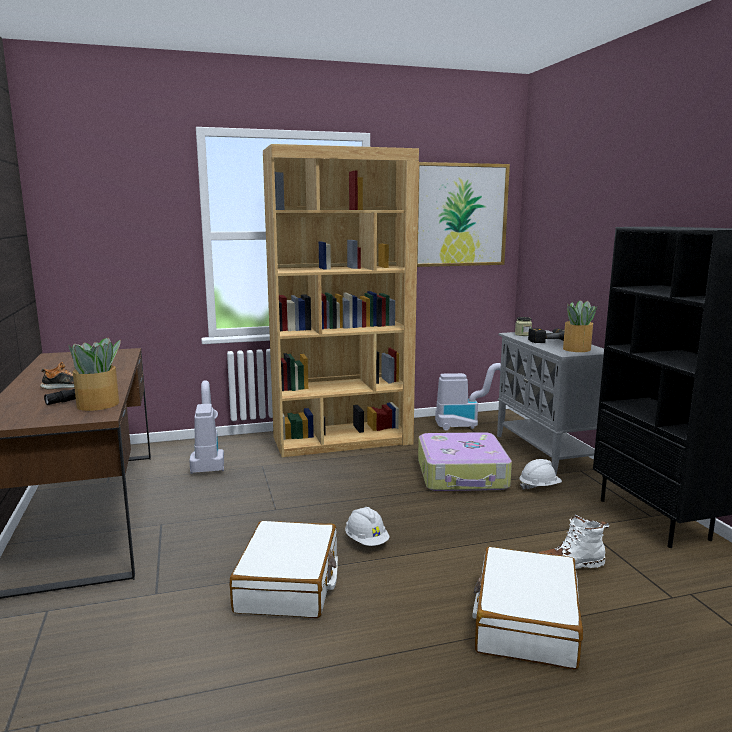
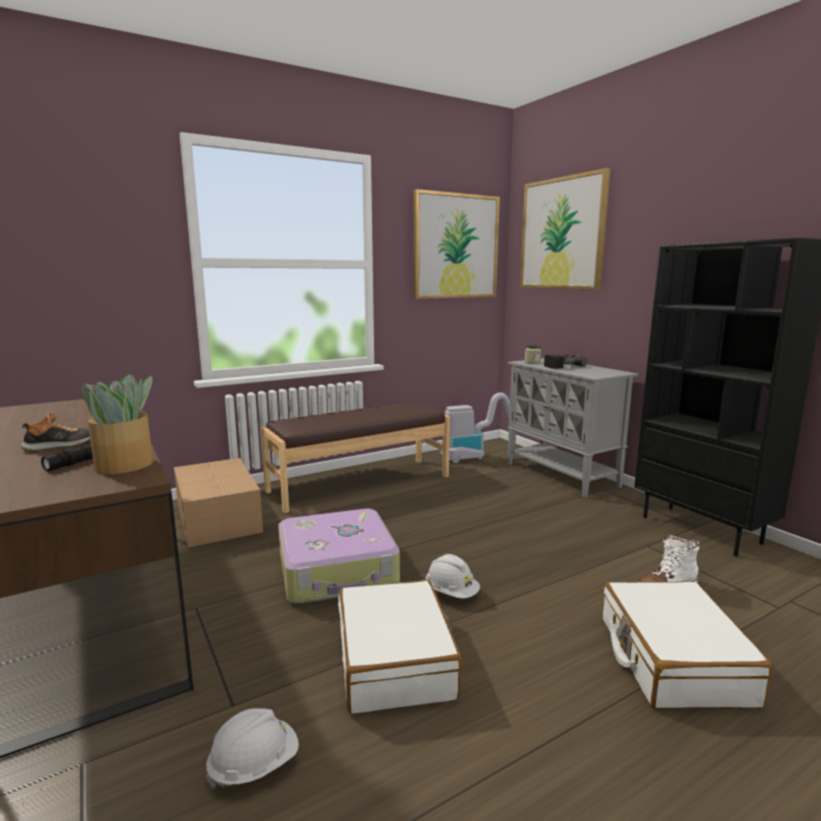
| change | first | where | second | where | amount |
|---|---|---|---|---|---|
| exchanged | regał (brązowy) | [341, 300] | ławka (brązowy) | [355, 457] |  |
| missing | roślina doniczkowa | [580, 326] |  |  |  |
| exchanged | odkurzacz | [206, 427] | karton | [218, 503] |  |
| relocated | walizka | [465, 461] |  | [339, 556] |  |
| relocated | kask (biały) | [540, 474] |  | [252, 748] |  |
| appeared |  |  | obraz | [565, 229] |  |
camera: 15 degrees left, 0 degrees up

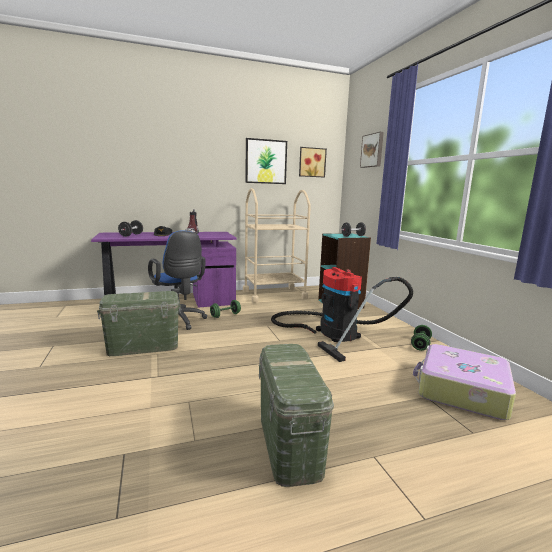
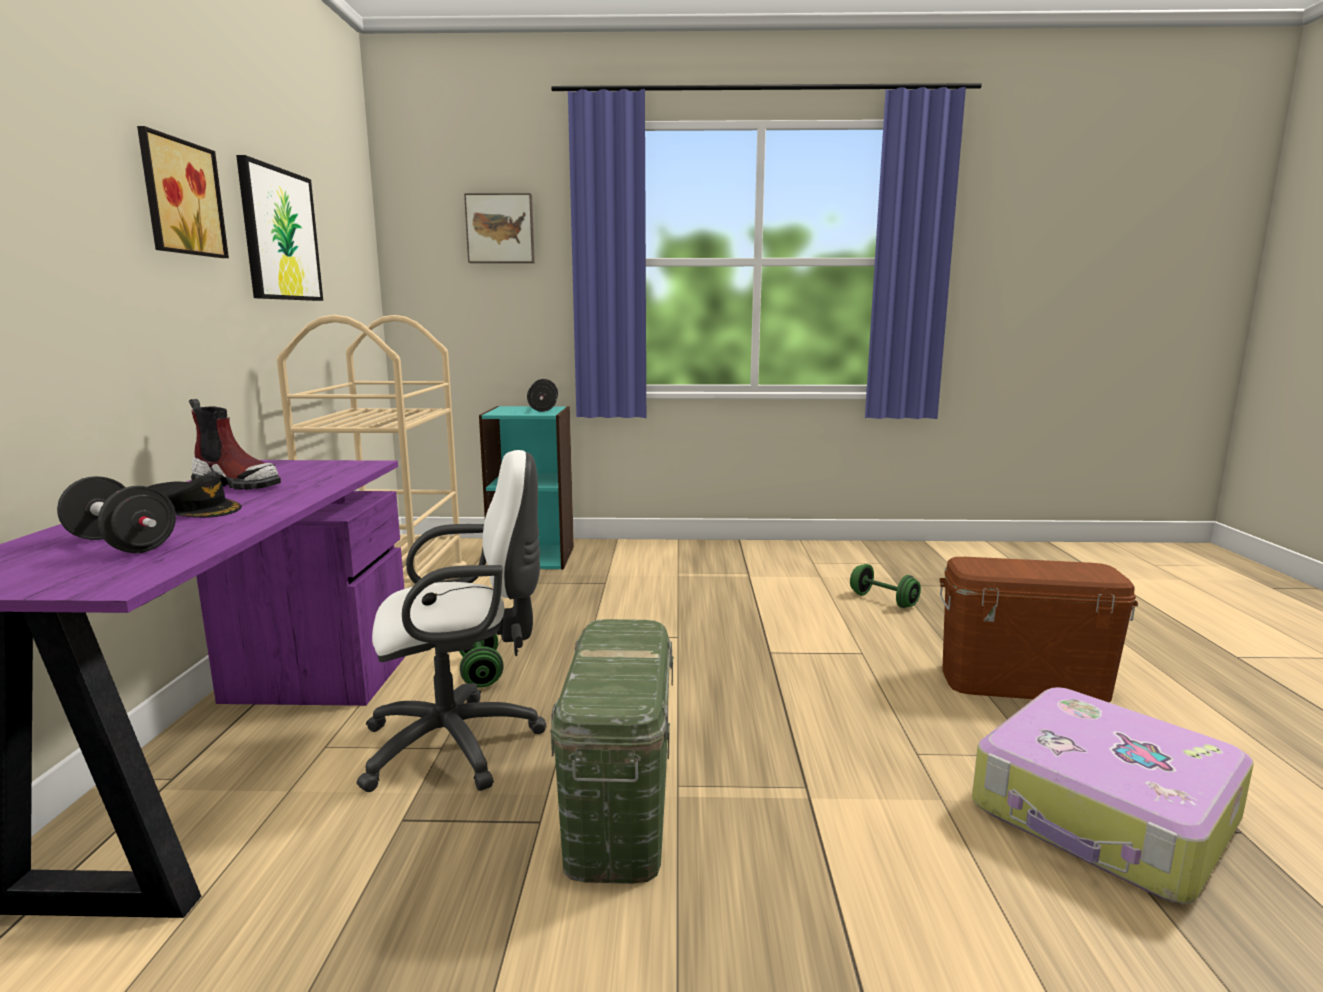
| change | first | where | second | where | amount |
|---|---|---|---|---|---|
| relocated | obraz | [313, 162] |  | [183, 192] |  |
| colour | krzesło biurowe (niebieski) | [177, 280] | krzesło biurowe (biały) | [452, 621] |  |
| missing | odkurzacz | [342, 314] |  |  |  |
| relocated | hantel (zielony) | [421, 338] |  | [885, 586] |  |
| colour | pojemnik do przechowywania (zielony) | [296, 415] | pojemnik do przechowywania (brązowy) | [1039, 629] |  |
| relocated | walizka | [464, 382] |  | [1113, 795] |  |
camera: 70 degrees left, 0 degrees up

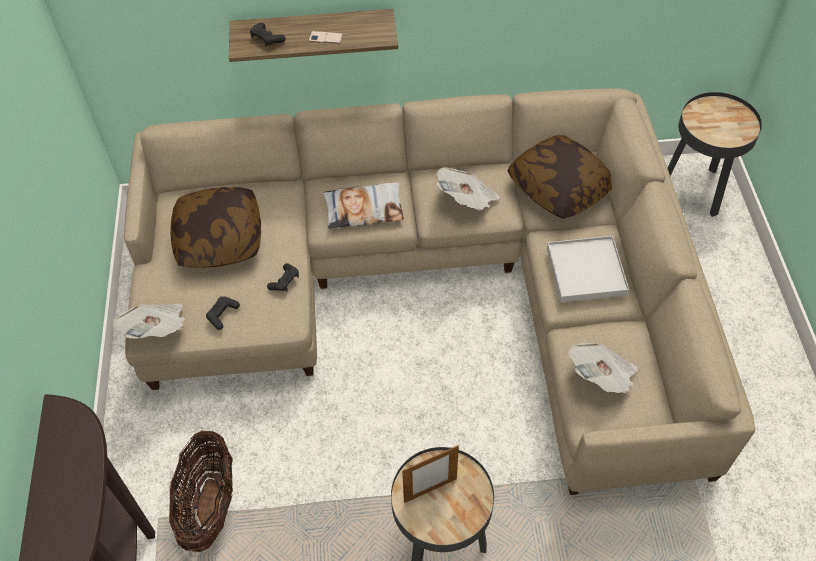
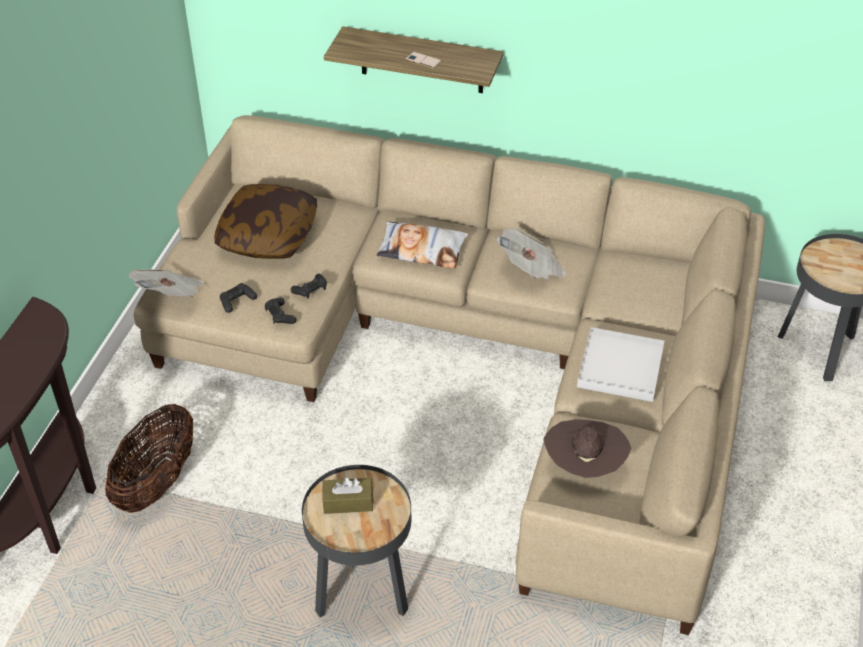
| change | first | where | second | where | amount |
|---|---|---|---|---|---|
| relocated | pad do gier (czarny) | [267, 34] |  | [281, 310] |  |
| missing | poduszka | [559, 177] |  |  |  |
| exchanged | gazeta | [603, 368] | kapelusz (brązowy) | [587, 448] |  |
| exchanged | ramka na zdjęcie | [430, 474] | pudełko chusteczek (brązowy) | [347, 496] |  |
camera: 20 degrees right, 10 degrees down

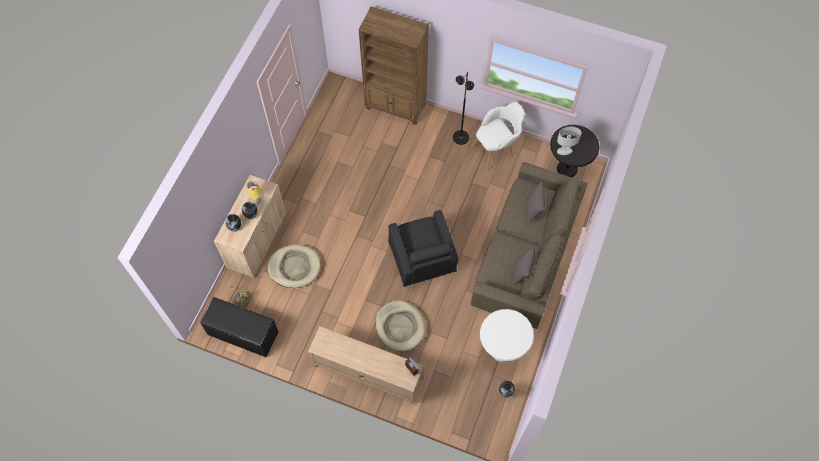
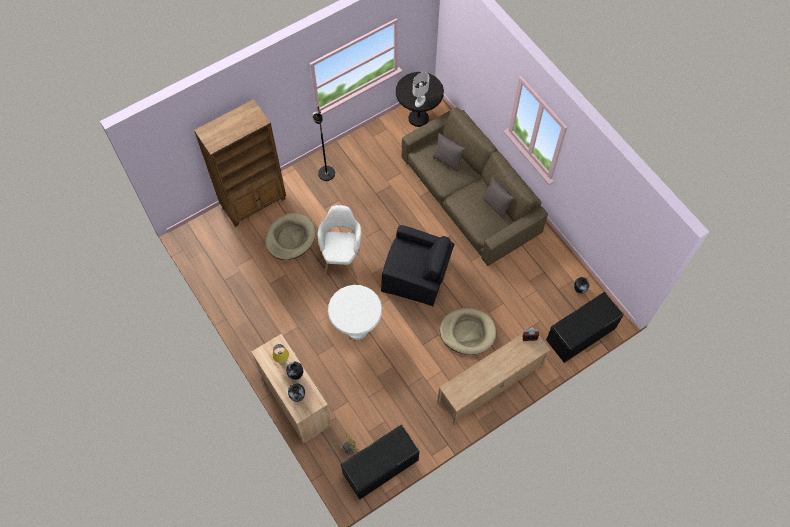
| change | first | where | second | where | amount |
|---|---|---|---|---|---|
| relocated | fotel (biały) | [498, 136] |  | [340, 242] |  |
| relocated | legowisko (beżowy) | [294, 266] |  | [290, 236] |  |
| relocated | stolik (biały) | [507, 335] |  | [355, 312] |  |
| appeared |  |  | ławka (czarny) | [585, 327] |  |
camera: 55 degrees left, 0 degrees up

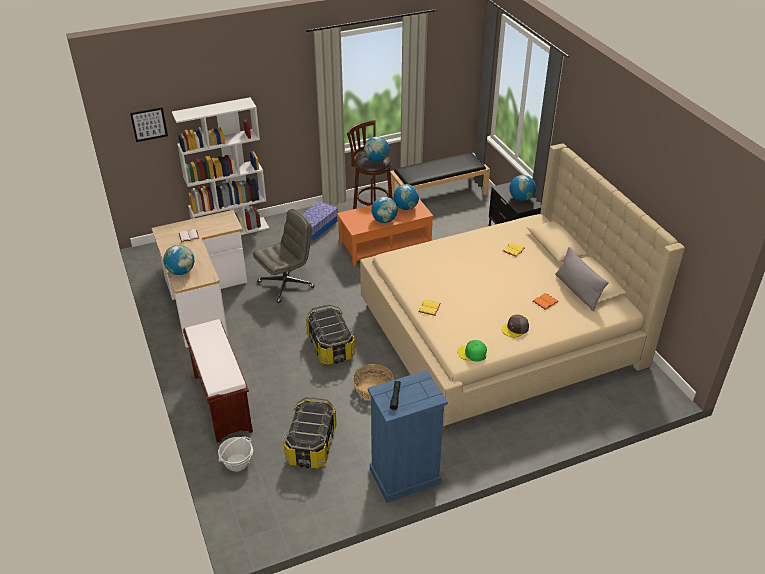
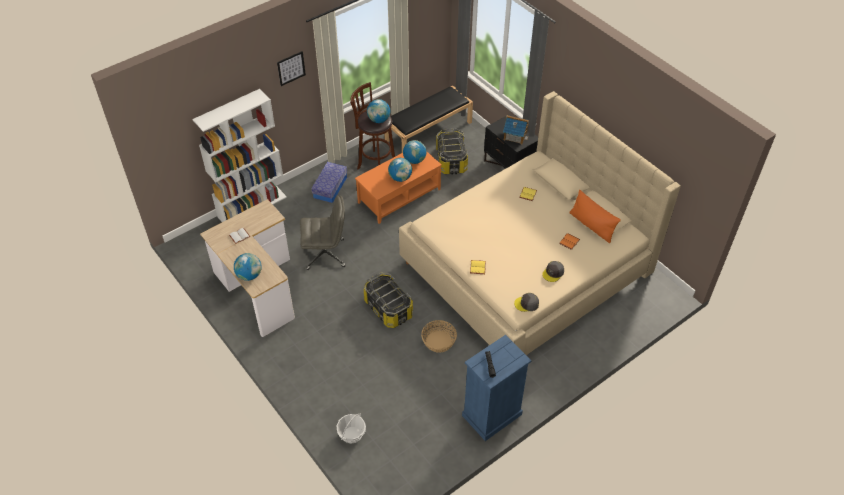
| change | first | where | second | where | amount |
|---|---|---|---|---|---|
| relocated | obraz | [149, 124] |  | [291, 68] |  |
| exchanged | globus | [522, 188] | domek | [516, 129] |  |
| spun | krzesło biurowe (szary) | [284, 256] |  | [323, 233] | 45 degrees clockwise |
| colour | poduszka (szary) | [582, 279] | poduszka (pomarańczowy) | [595, 216] |  |
| missing | ławka (brązowy) | [218, 381] |  |  |  |
| colour | czapka z daszkiem (zielony) | [472, 351] | czapka z daszkiem (szary) | [526, 302] |  |
| relocated | pojemnik do przechowywania | [310, 433] |  | [452, 152] |  |
camera: 15 degrees left, 10 degrees up

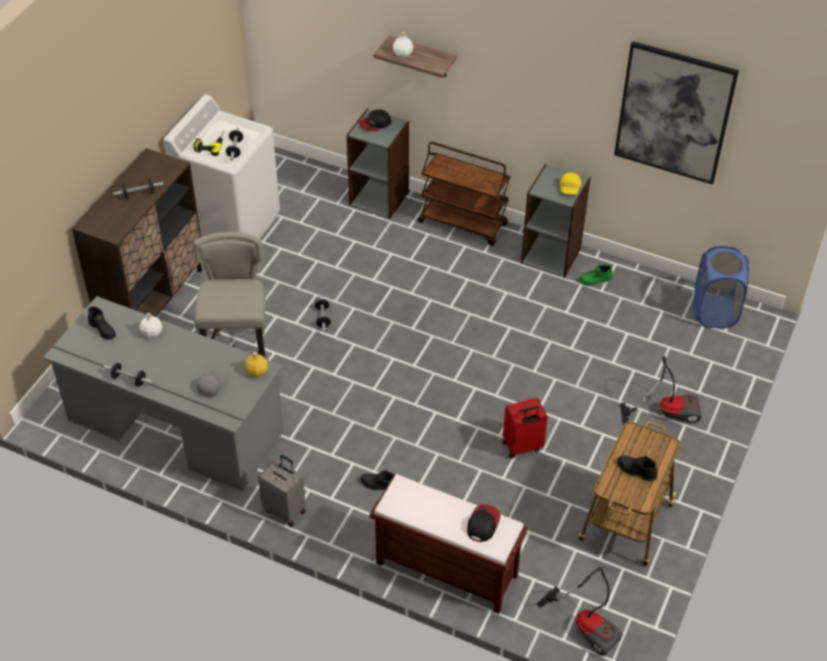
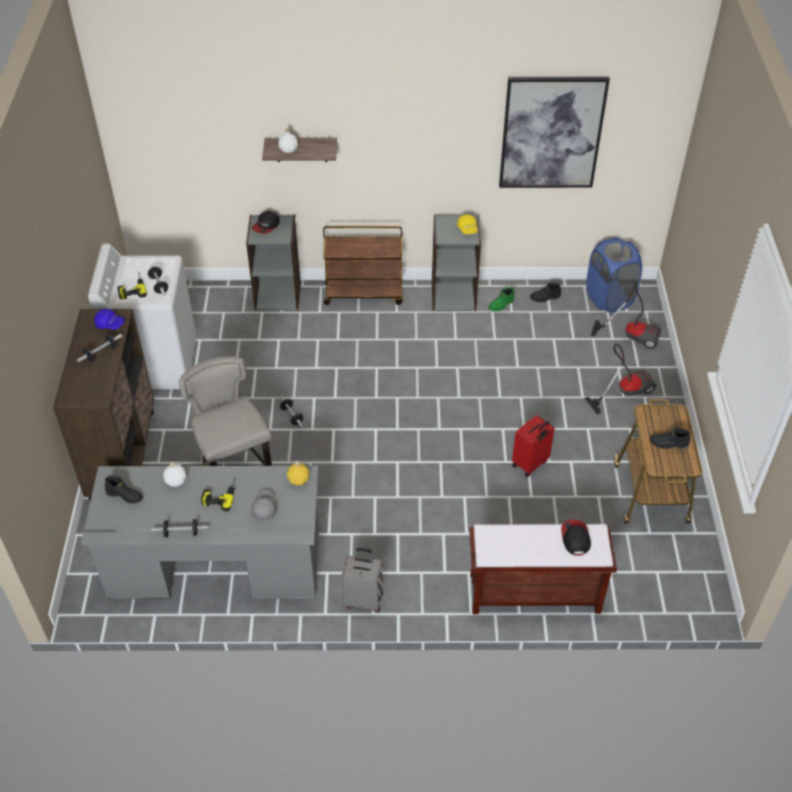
| change | first | where | second | where | amount |
|---|---|---|---|---|---|
| relocated | but z cholewką (czarny) | [377, 480] |  | [545, 292] |  |
| relocated | odkurzacz | [579, 611] |  | [625, 316] |  |
| appeared |  |  | czapka z daszkiem (niebieski) | [109, 319] |  |
| appeared |  |  | wiertarka | [218, 494] |  |
camera: 25 degrees left, 0 degrees up

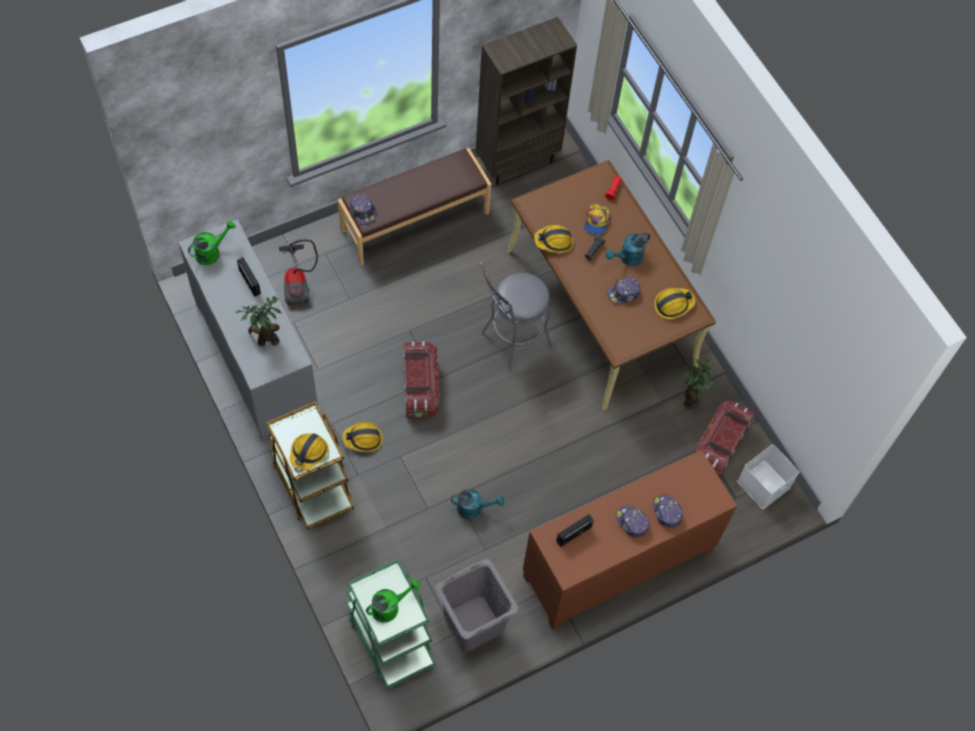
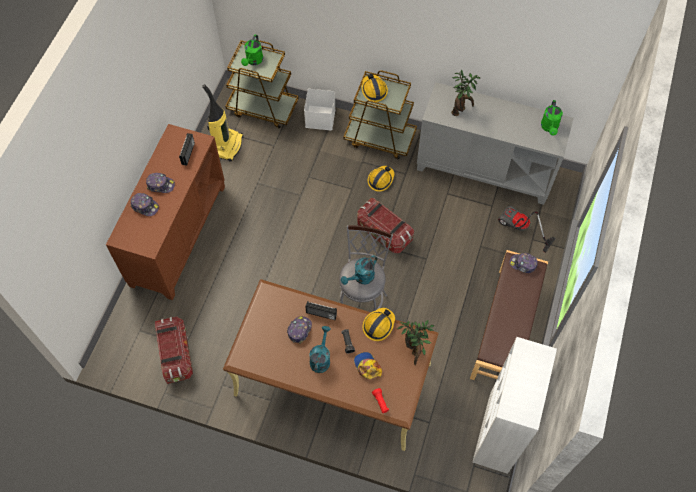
| change | first | where | second | where | amount |
|---|---|---|---|---|---|
| colour | regał (brązowy) | [526, 101] | regał (biały) | [515, 405] |  |
| relocated | radio | [249, 276] |  | [321, 310] |  |
| missing | kask | [674, 303] |  |  |  |
| relocated | roślina doniczkowa | [698, 384] |  | [415, 342] |  |
| relocated | pojemnik do przechowywania (biały) | [768, 476] |  | [320, 109] |  |
| relocated | konewka (turkusowy) | [477, 504] |  | [359, 270] |  |
| colour | wózek (zielony) | [391, 624] | wózek (brązowy) | [262, 84] |  |
| exchanged | kosz na pranie (szary) | [477, 605] | odkurzacz | [222, 123] |  |
camera: 140 degrees right, 0 degrees up

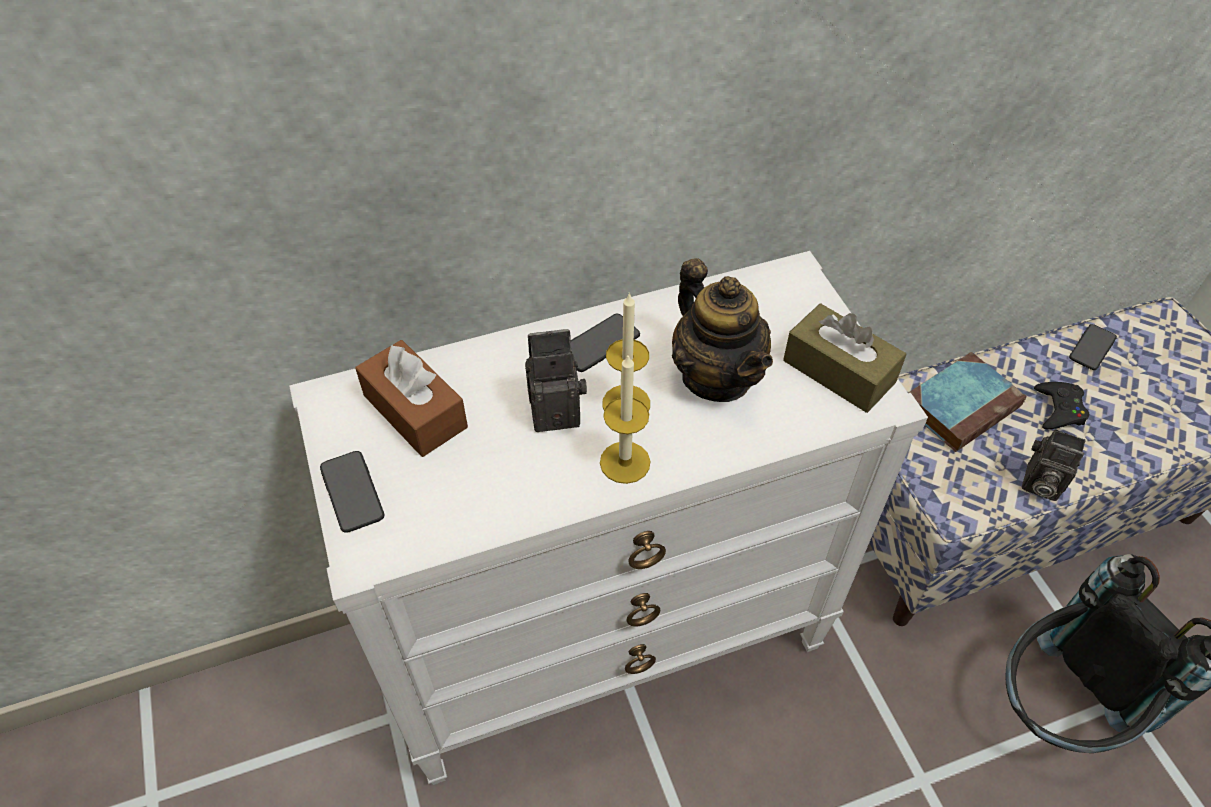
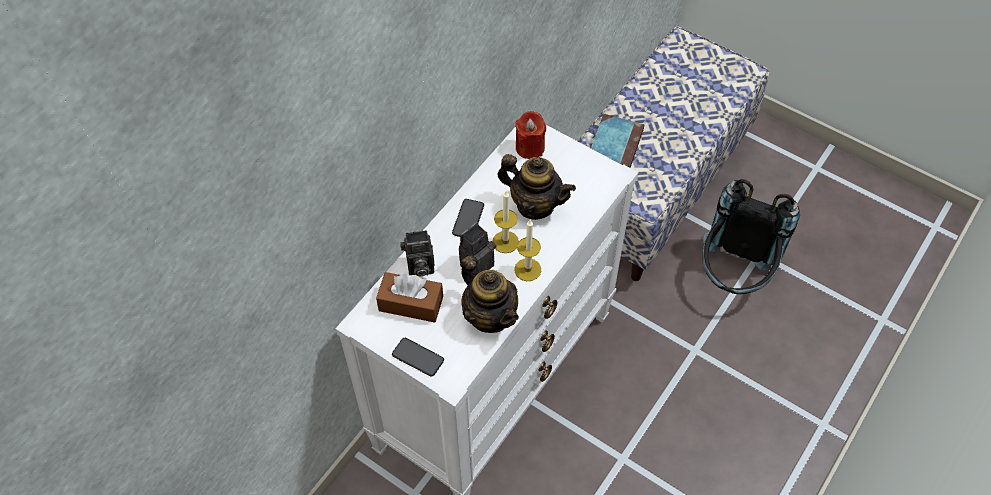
| change | first | where | second | where | amount |
|---|---|---|---|---|---|
| missing | pudełko chusteczek (brązowy) | [845, 358] |  |  |  |
| missing | telefon | [1093, 347] |  |  |  |
| missing | pad do gier (czarny) | [1061, 405] |  |  |  |
| relocated | aparat fotograficzny | [1054, 465] |  | [417, 253] |  |
| appeared |  |  | świeca (czerwony) | [530, 135] |  |
| appeared |  |  | imbryk | [490, 294] |  |
camera: 35 degrees left, 5 degrees up

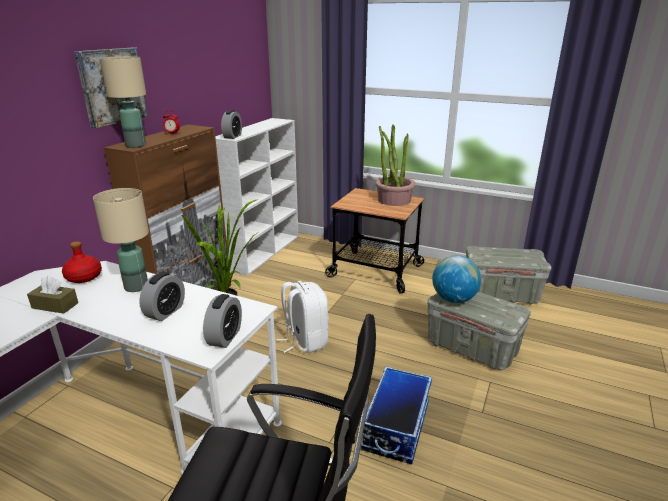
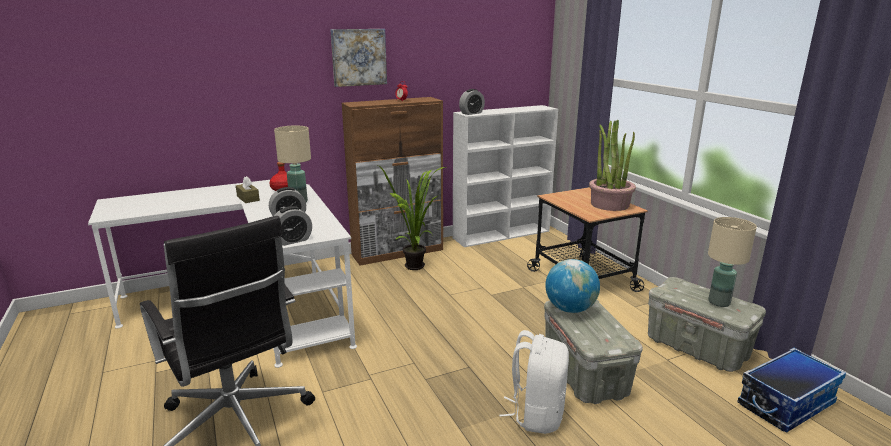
| change | first | where | second | where | amount |
|---|---|---|---|---|---|
| relocated | lampa stołowa (beżowy) | [122, 102] |  | [732, 262] |  |
| relocated | plecak (biały) | [302, 317] |  | [534, 382] |  |
| relocated | pojemnik do przechowywania | [396, 415] |  | [791, 390] |  |
camera: 40 degrees right, 5 degrees down

